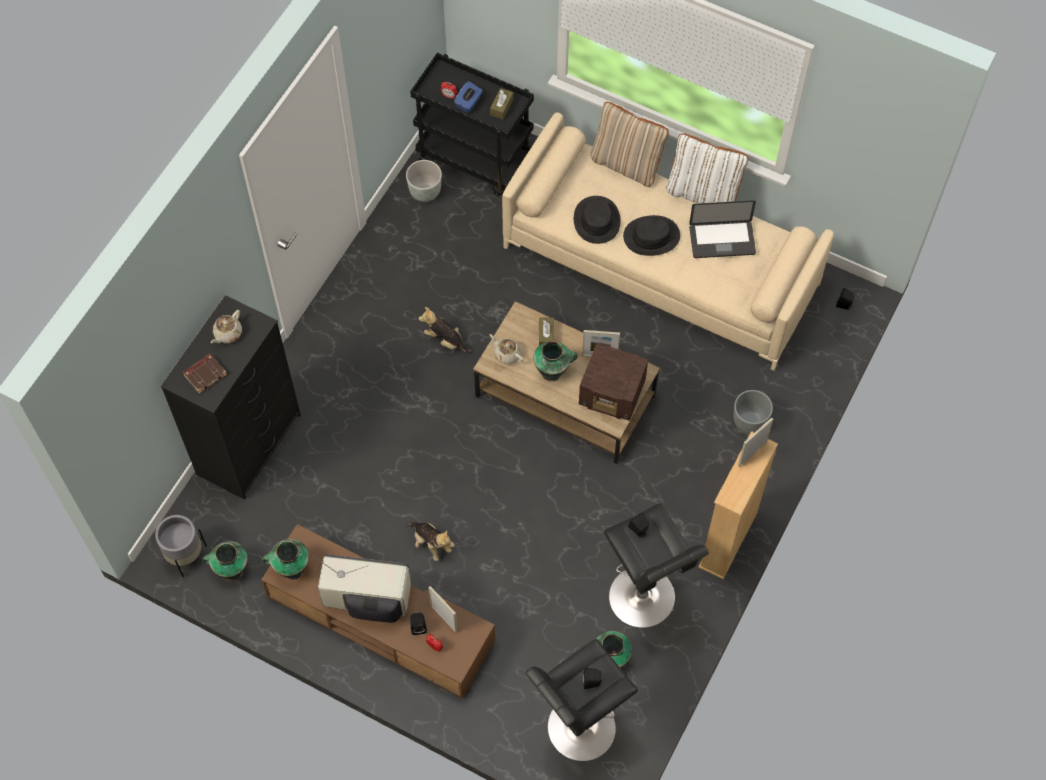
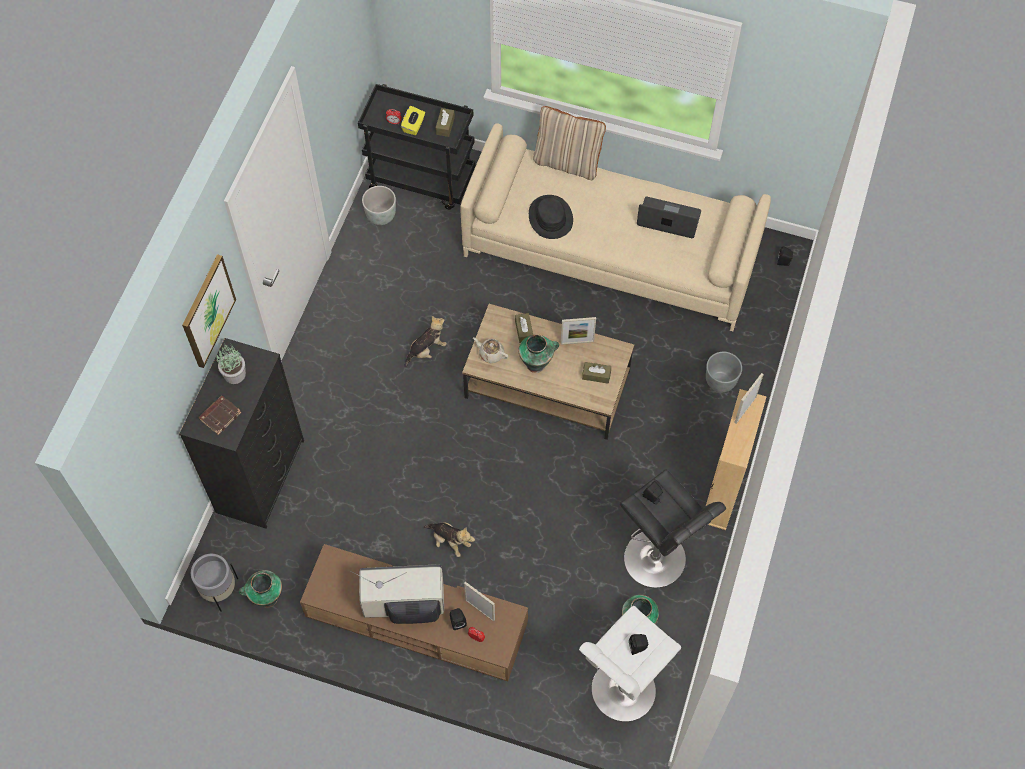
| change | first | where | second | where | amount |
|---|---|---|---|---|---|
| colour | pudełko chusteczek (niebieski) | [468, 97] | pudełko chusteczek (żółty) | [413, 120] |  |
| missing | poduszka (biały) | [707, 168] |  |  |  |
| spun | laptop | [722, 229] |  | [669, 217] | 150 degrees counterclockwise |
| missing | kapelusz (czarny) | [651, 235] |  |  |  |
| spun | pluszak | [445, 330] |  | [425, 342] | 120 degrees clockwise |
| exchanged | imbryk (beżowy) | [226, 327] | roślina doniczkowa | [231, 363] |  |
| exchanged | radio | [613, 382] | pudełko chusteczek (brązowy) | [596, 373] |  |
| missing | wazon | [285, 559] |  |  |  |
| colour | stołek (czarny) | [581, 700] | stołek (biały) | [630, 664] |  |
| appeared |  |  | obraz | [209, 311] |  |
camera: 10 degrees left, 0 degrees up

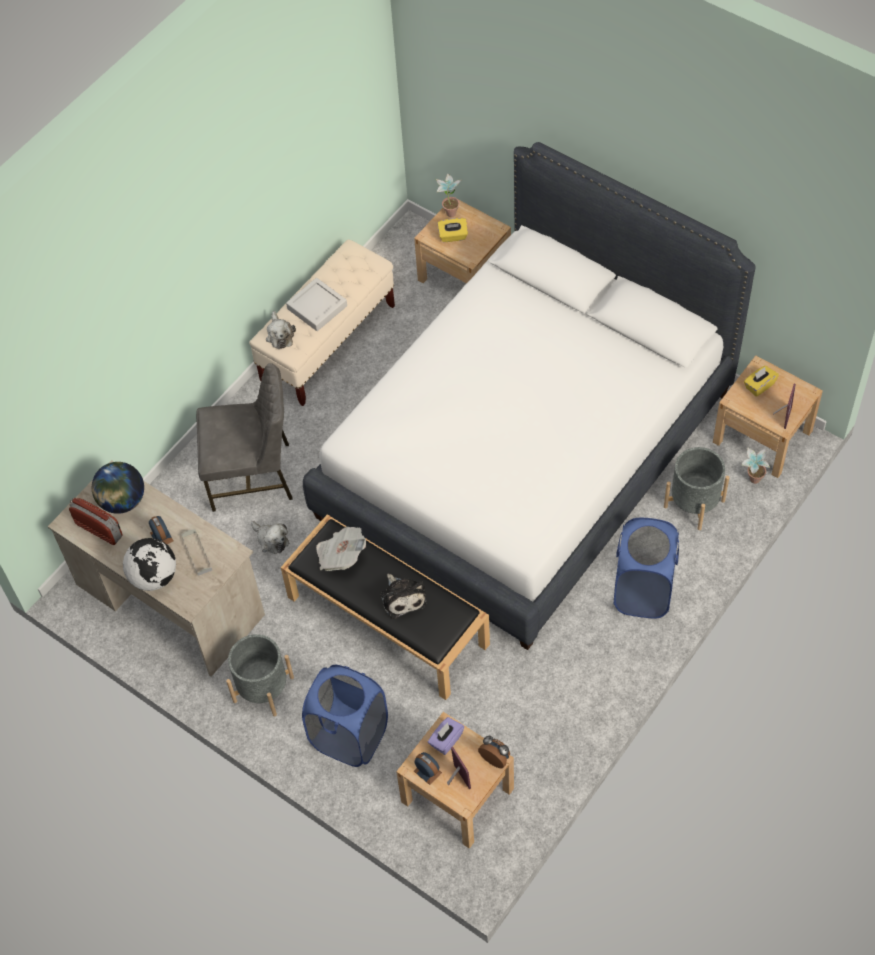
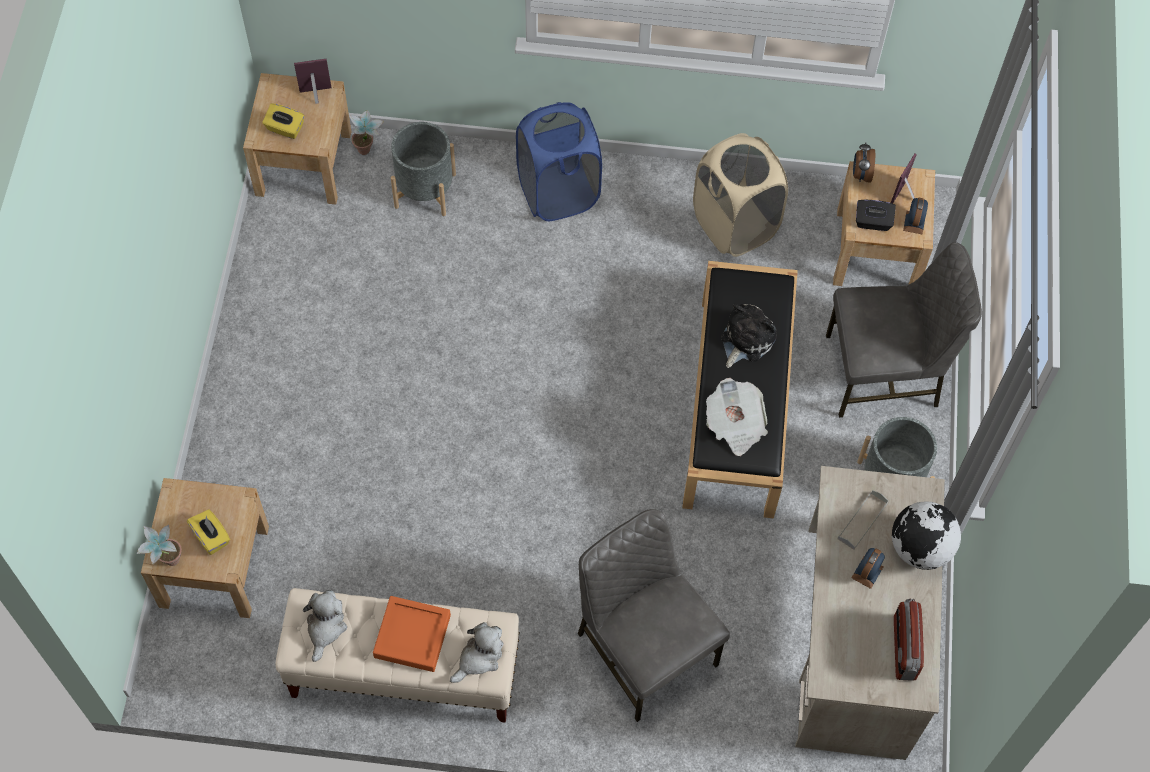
| change | first | where | second | where | amount |
|---|---|---|---|---|---|
| missing | łóżko (biały) | [529, 396] |  |  |  |
| colour | taca (szary) | [316, 304] | taca (pomarańczowy) | [412, 634] |  |
| missing | globus | [118, 488] |  |  |  |
| relocated | pluszak | [270, 537] |  | [325, 626] |  |
| exchanged | kosz na pranie (niebieski) | [345, 716] | krzesło (szary) | [904, 330] |  |
| colour | pudełko chusteczek (fioletowy) | [446, 736] | pudełko chusteczek (czarny) | [876, 215] |  |
| appeared |  |  | kosz na pranie (beżowy) | [740, 195] |  |
camera: 125 degrees left, 5 degrees up

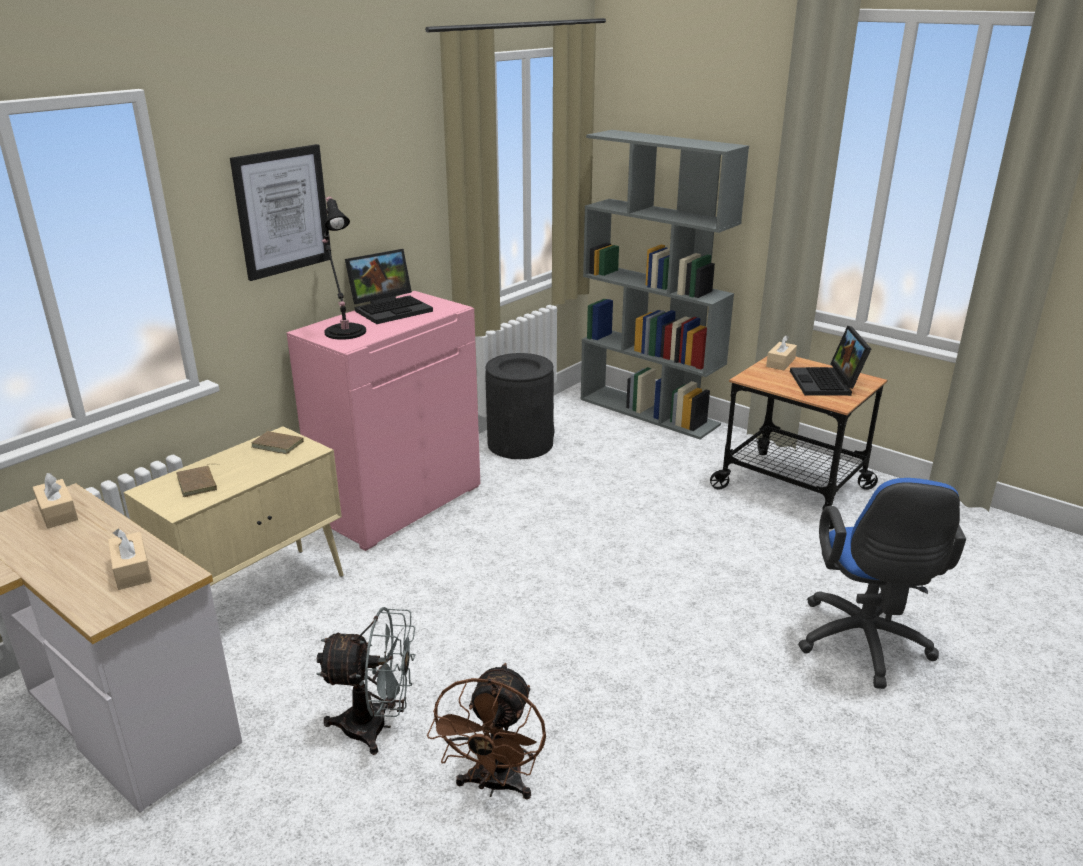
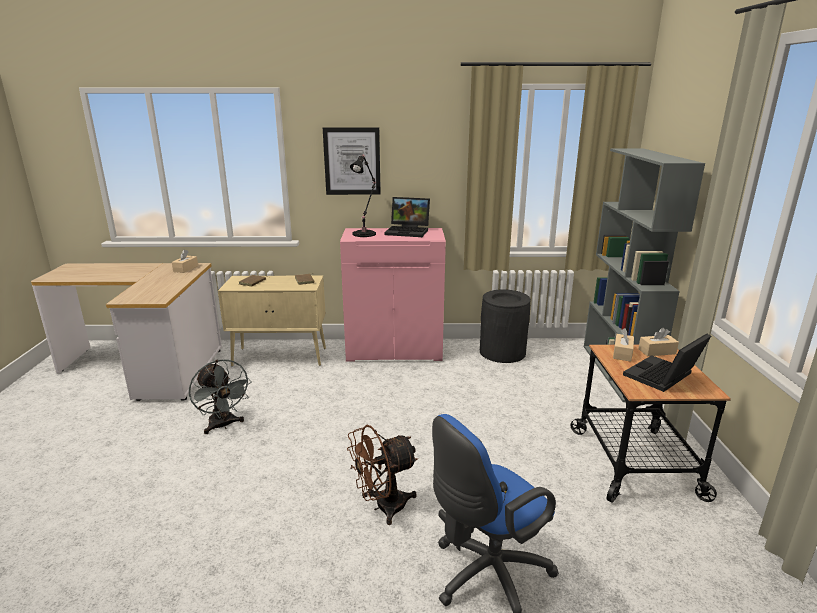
| change | first | where | second | where | amount |
|---|---|---|---|---|---|
| relocated | pudełko chusteczek (beżowy) | [130, 559] |  | [623, 345] |  |
| relocated | wentylator (brązowy) | [486, 731] |  | [382, 475] |  |
camera: 50 degrees right, 5 degrees down

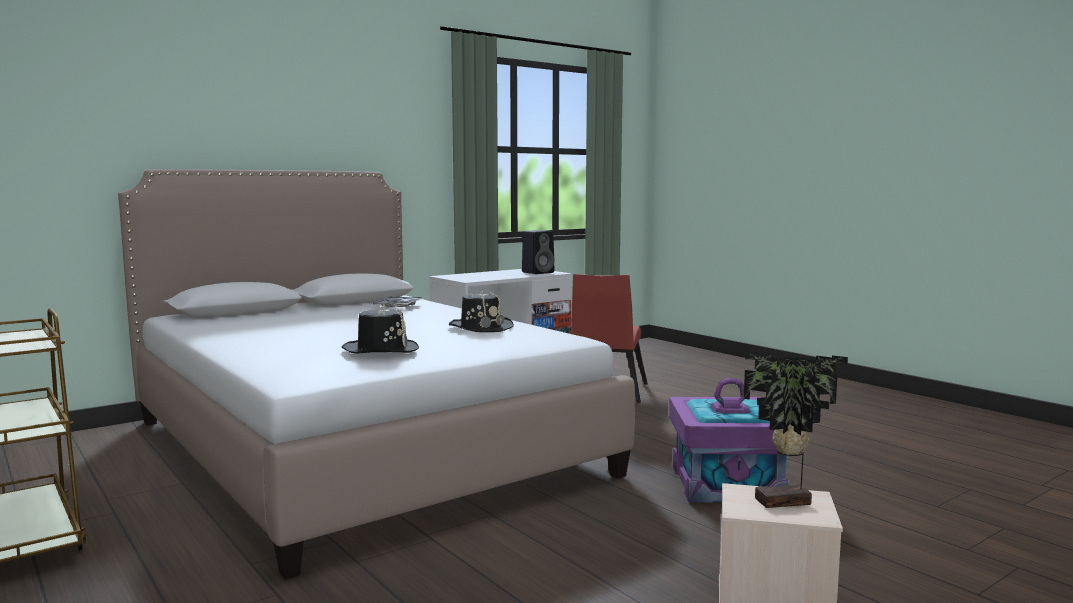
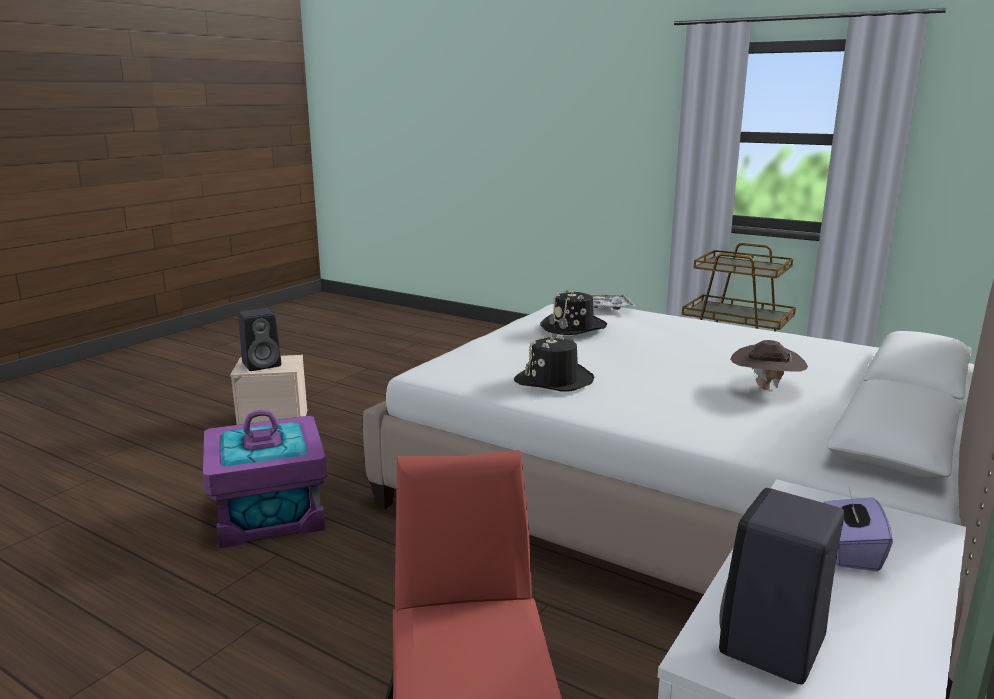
| change | first | where | second | where | amount |
|---|---|---|---|---|---|
| relocated | taca | [399, 302] |  | [613, 302] |  |
| exchanged | roślina doniczkowa | [796, 430] | głośnik (czarny) | [259, 339] |  |
| appeared |  |  | kapelusz (brązowy) | [769, 365] |  |
| appeared |  |  | pudełko chusteczek (fioletowy) | [858, 530] |  |
camera: 160 degrees right, 10 degrees up

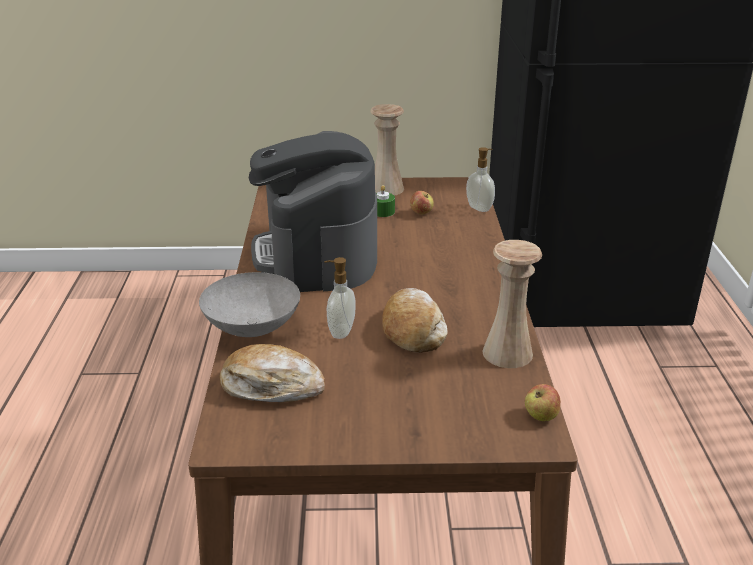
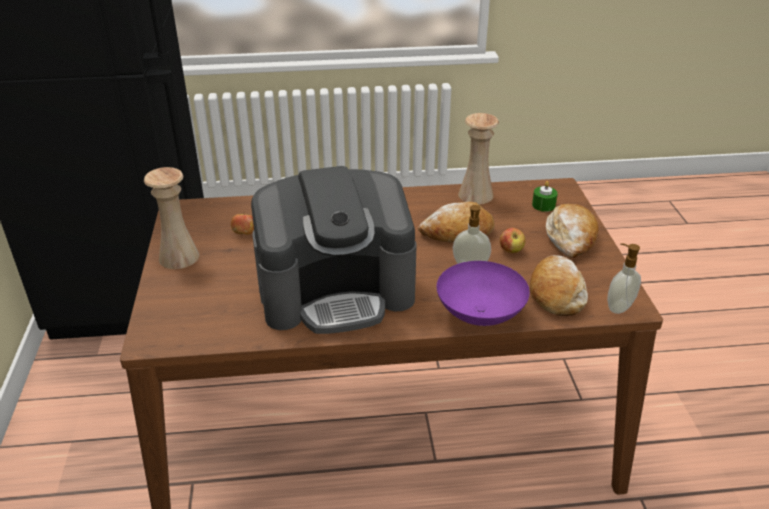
| change | first | where | second | where | amount |
|---|---|---|---|---|---|
| relocated | dozownik mydła | [480, 179] |  | [624, 278] |  |
| relocated | świeca (zielony) | [385, 201] |  | [545, 196] |  |
| colour | miska (szary) | [249, 304] | miska (fioletowy) | [483, 293] |  |
| relocated | jabłko | [543, 402] |  | [512, 240] |  |
| appeared |  |  | chleb | [572, 231] |  |
camera: 95 degrees left, 5 degrees up

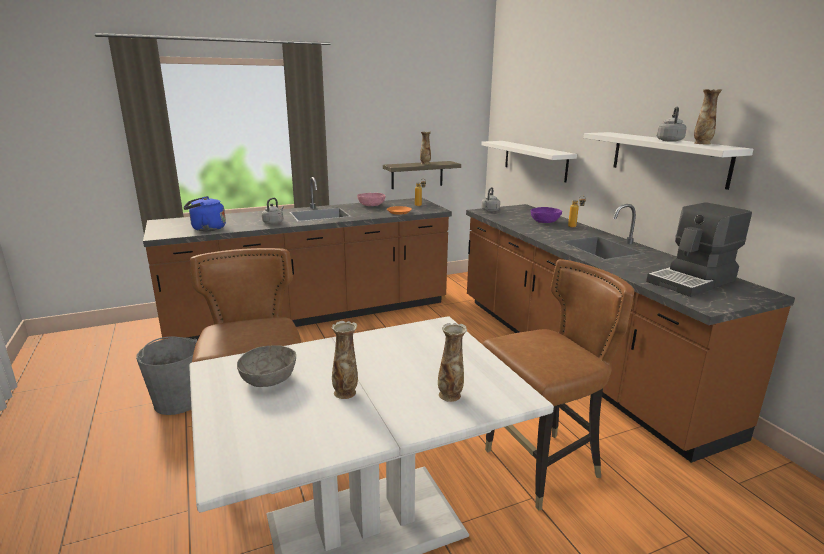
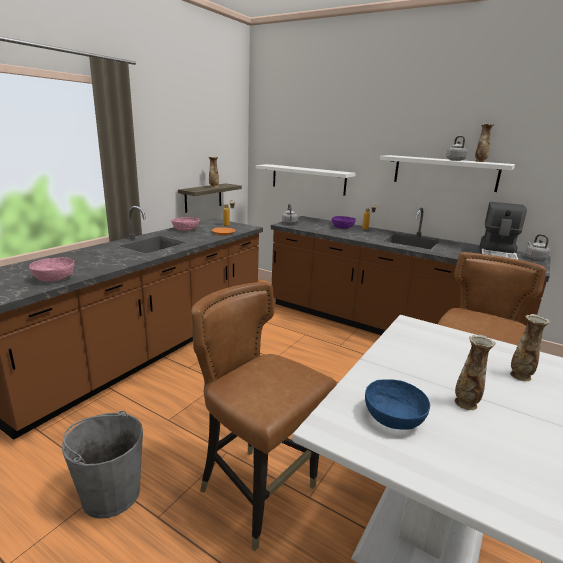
| change | first | where | second | where | amount |
|---|---|---|---|---|---|
| exchanged | czajnik (niebieski) | [205, 213] | miska (różowy) | [51, 269] |  |
| relocated | czajnik (szary) | [273, 211] |  | [538, 247] |  |
| colour | miska (szary) | [266, 366] | miska (niebieski) | [397, 404] |  |
camera: 35 degrees left, 0 degrees up

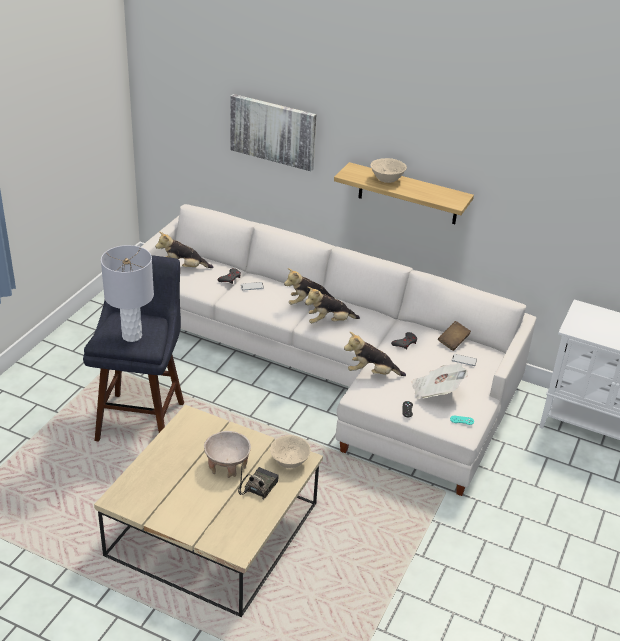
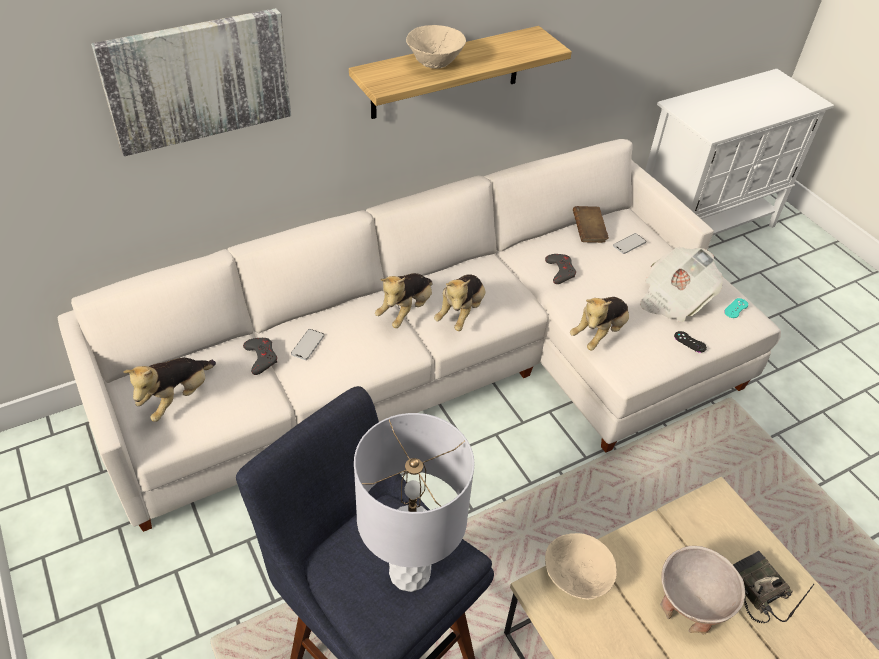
| change | first | where | second | where | amount |
|---|---|---|---|---|---|
| relocated | miska (beżowy) | [290, 452] |  | [581, 566] |  |
camera: 55 degrees left, 10 degrees up

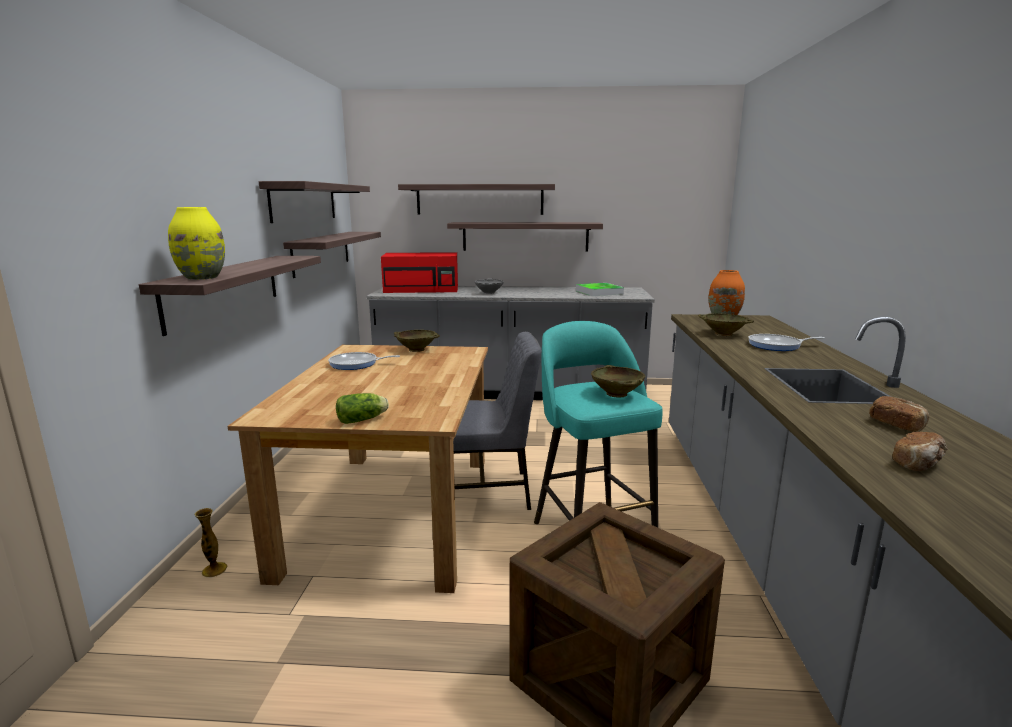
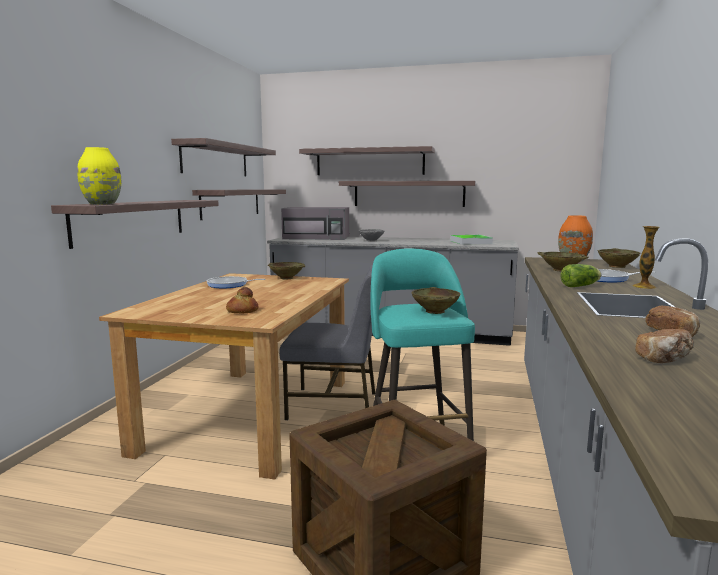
| change | first | where | second | where | amount |
|---|---|---|---|---|---|
| colour | mikrofalówka (czerwony) | [419, 272] | mikrofalówka (szary) | [315, 223] |  |
| relocated | sałata | [362, 408] |  | [581, 275] |  |
| relocated | wazon | [210, 542] |  | [646, 257] |  |
| appeared |  |  | miska (beżowy) | [619, 258] |  |
| appeared |  |  | chleb | [242, 300] |  |
camera: 10 degrees right, 5 degrees down

